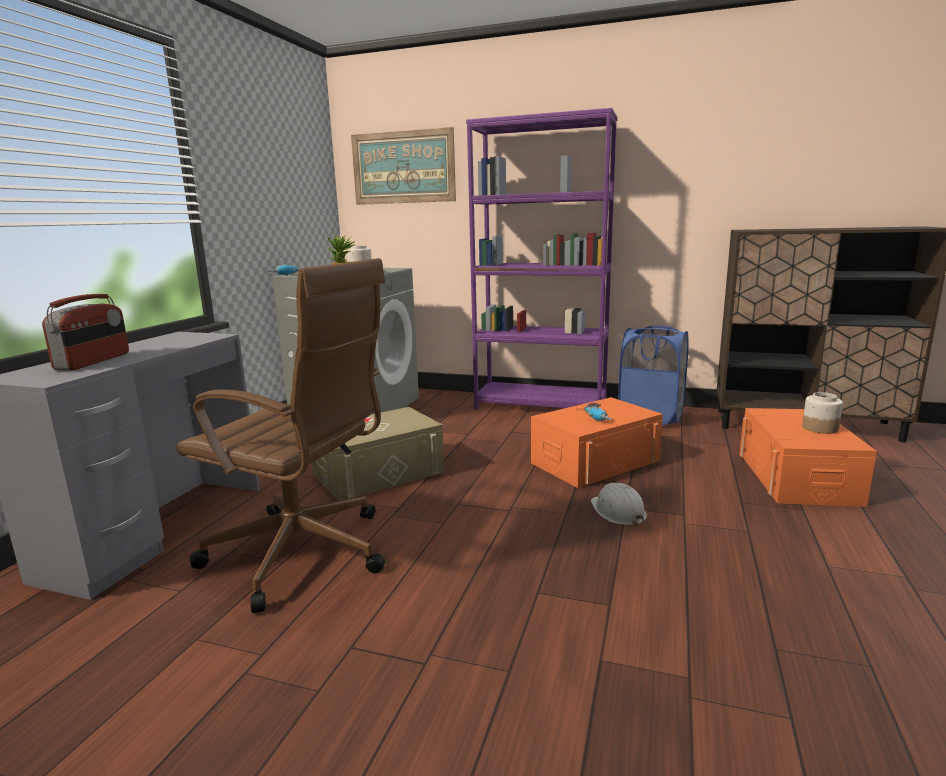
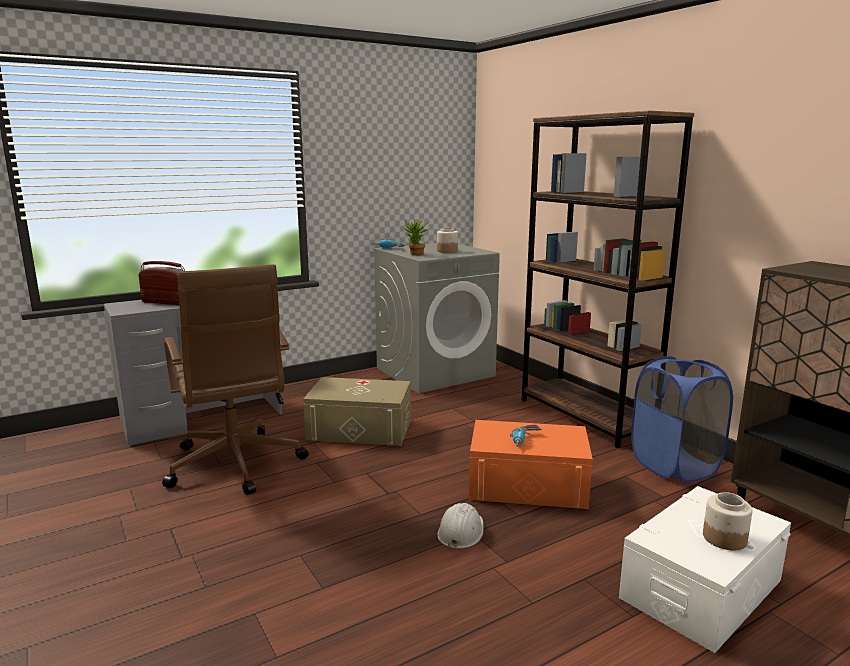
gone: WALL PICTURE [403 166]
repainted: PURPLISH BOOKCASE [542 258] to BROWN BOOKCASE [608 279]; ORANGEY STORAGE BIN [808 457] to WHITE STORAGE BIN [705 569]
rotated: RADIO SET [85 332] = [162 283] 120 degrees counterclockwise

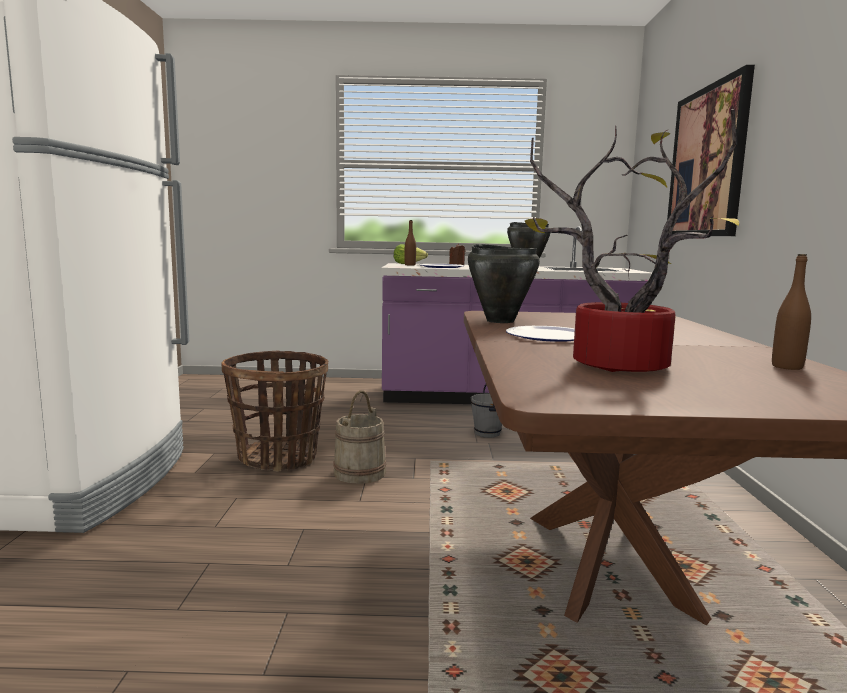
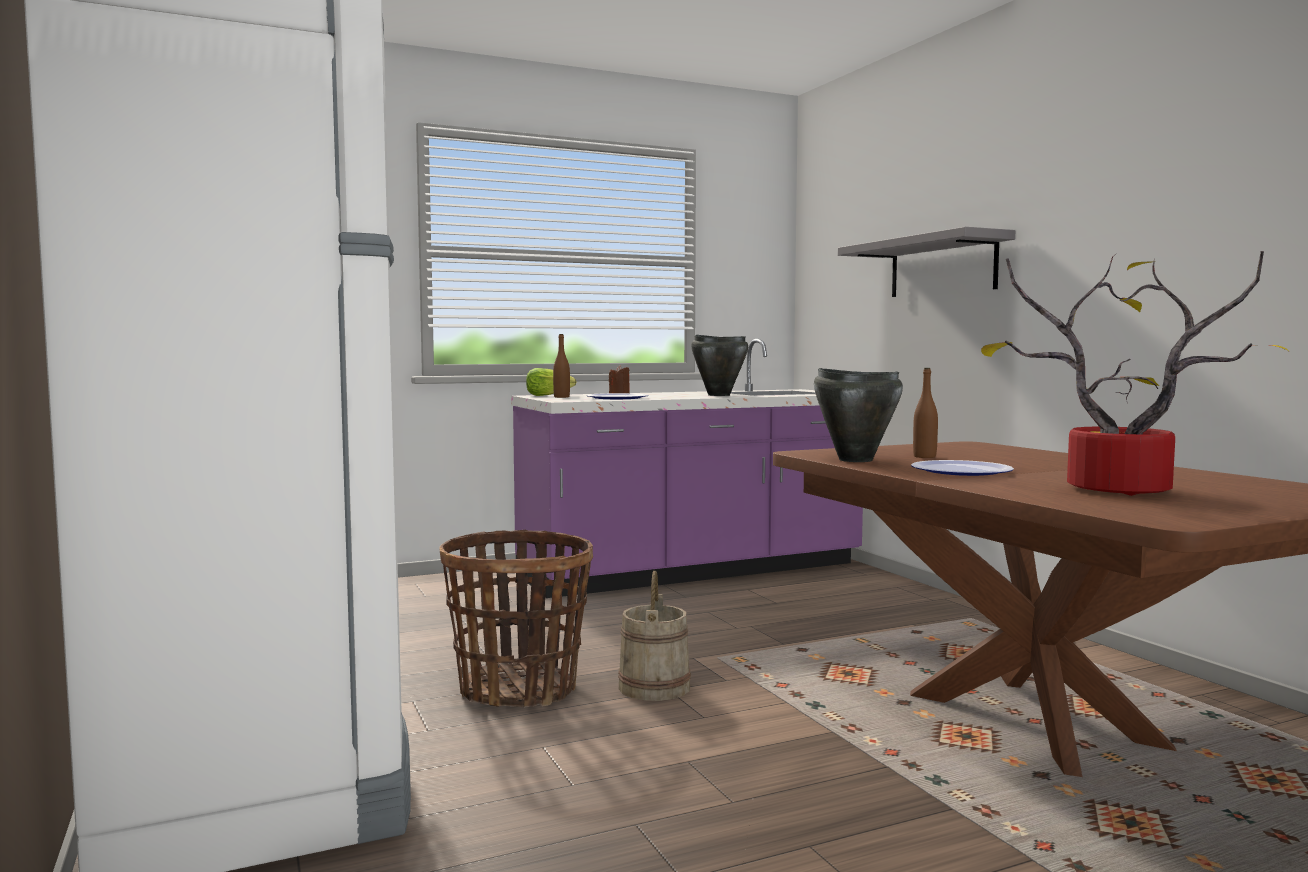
gone: GREY BUCKET [486 411]
shifted: BROWN BEVERAGE BOTTLE [791 312] to [925 413]
swapped: WALL PICTURE [711 150] to GREY SHELF [926 262]

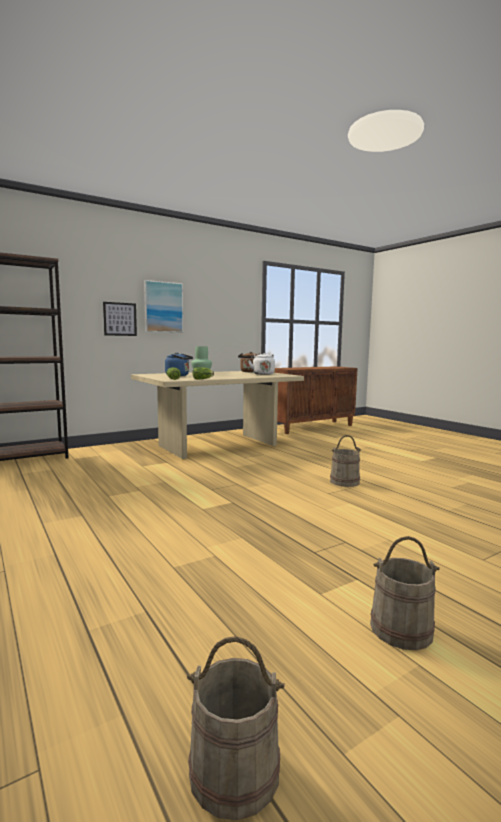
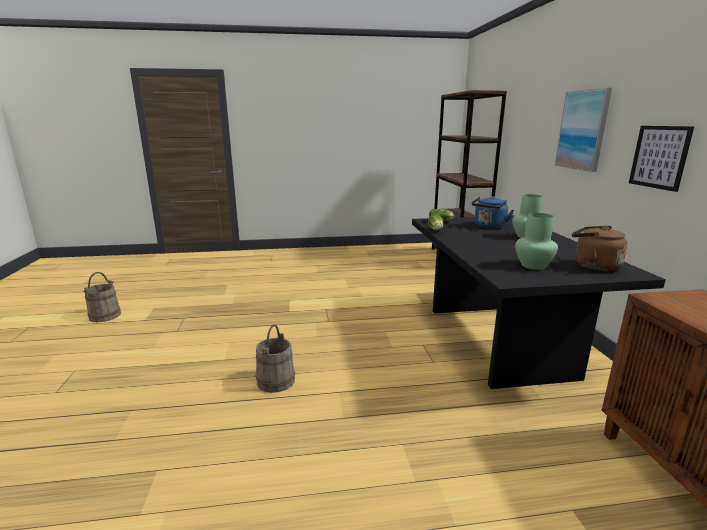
gone: BEIGE-COLOURED BUCKET [236 728]
shifted: WALL PICTURE [120 319] to [661 159]
swapped: WHITE KETTLE [261 364] to GREEN-COLOURED DECORATIVE VASE [536 241]
repainted: BEIGE-COLOURED DINNER TABLE [217 415] to BLACK DINNER TABLE [539 302]

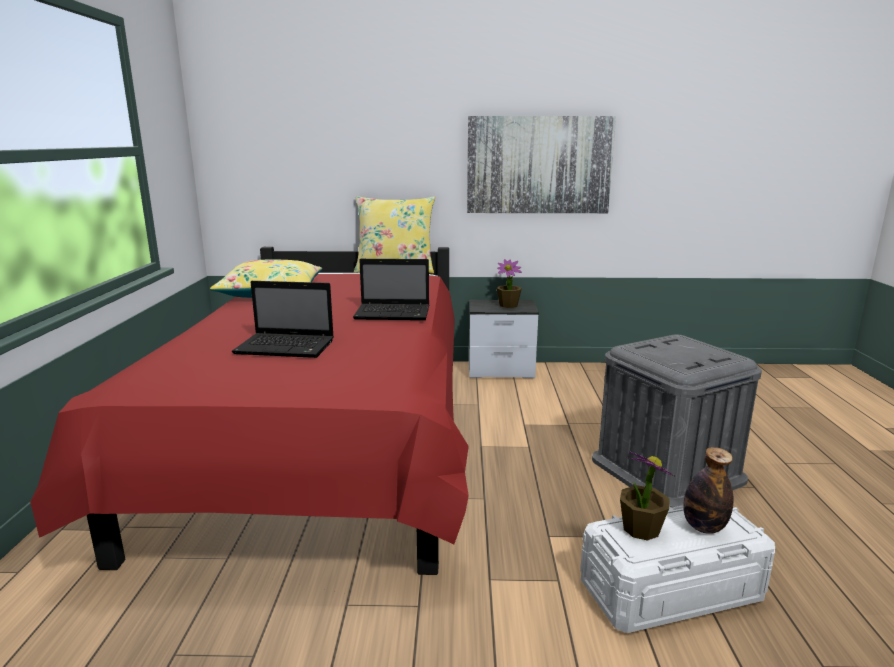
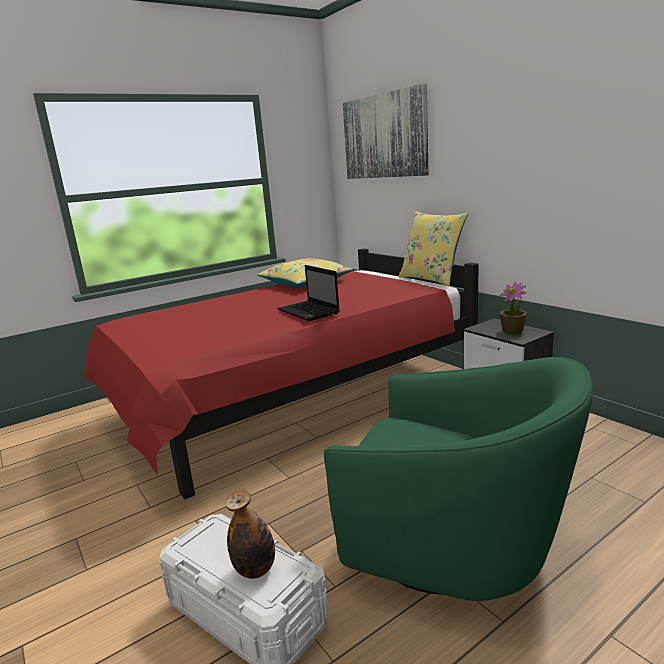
gone: PORTABLE COMPUTER [283 319]; HOUSEPLANT [647 496]
shifted: WALL PICTURE [541 164] to [386 131]
swapped: GREY STORAGE BIN [677 421] to GREEN-COLOURED ARMCHAIR [458 479]

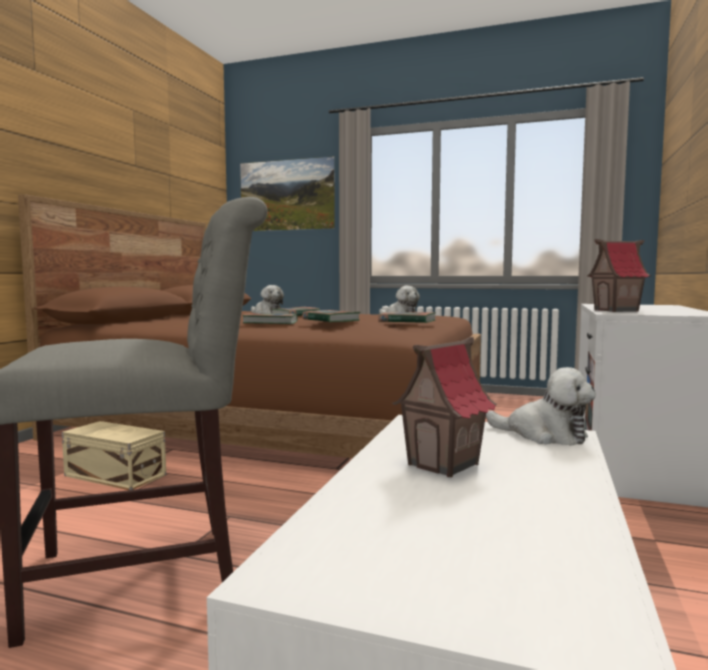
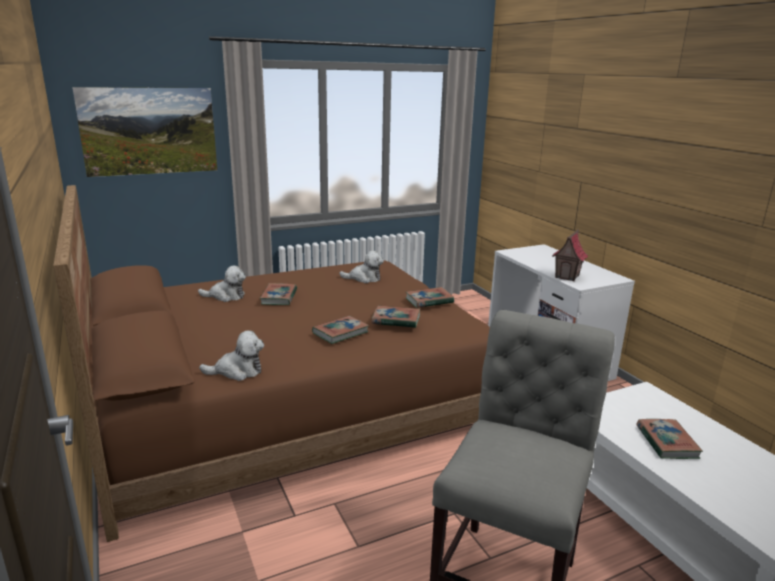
gone: BEIGE-COLOURED STORAGE BIN [114 455]
shifted: CUDDLY TOY [541 406] to [231 355]
swapped: TOY HOUSE [444 407] to BOUND BOOK [670 439]

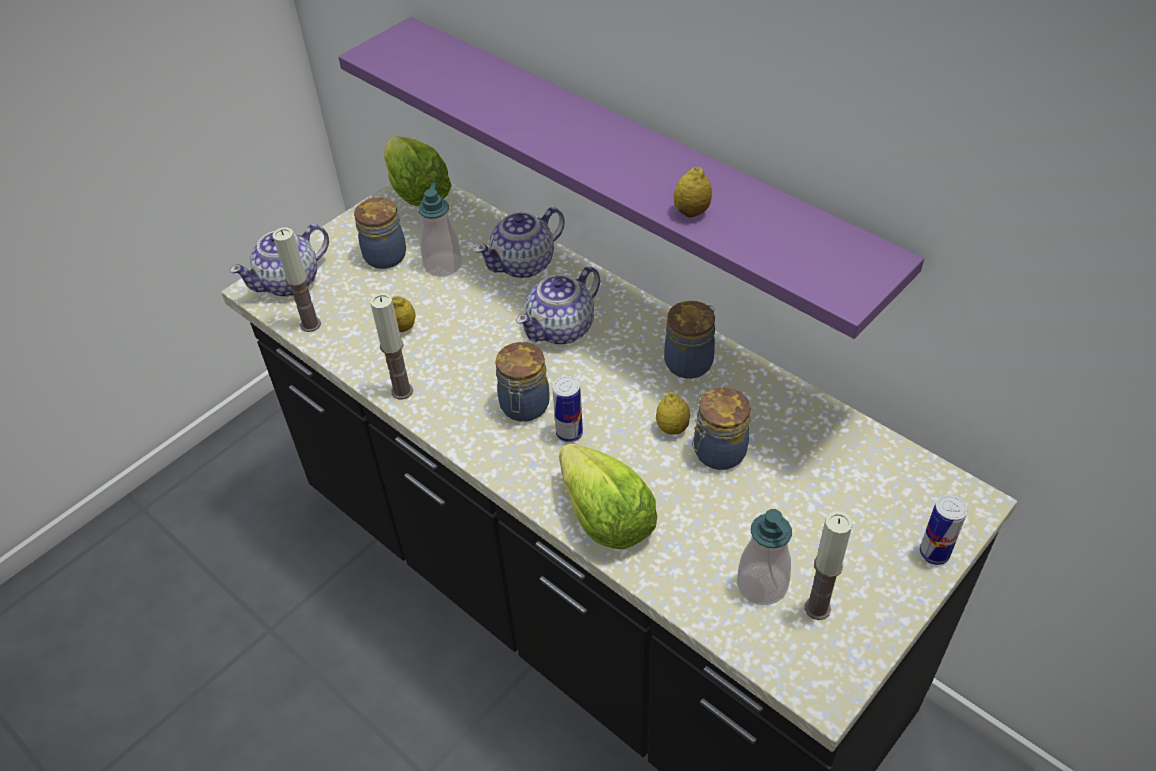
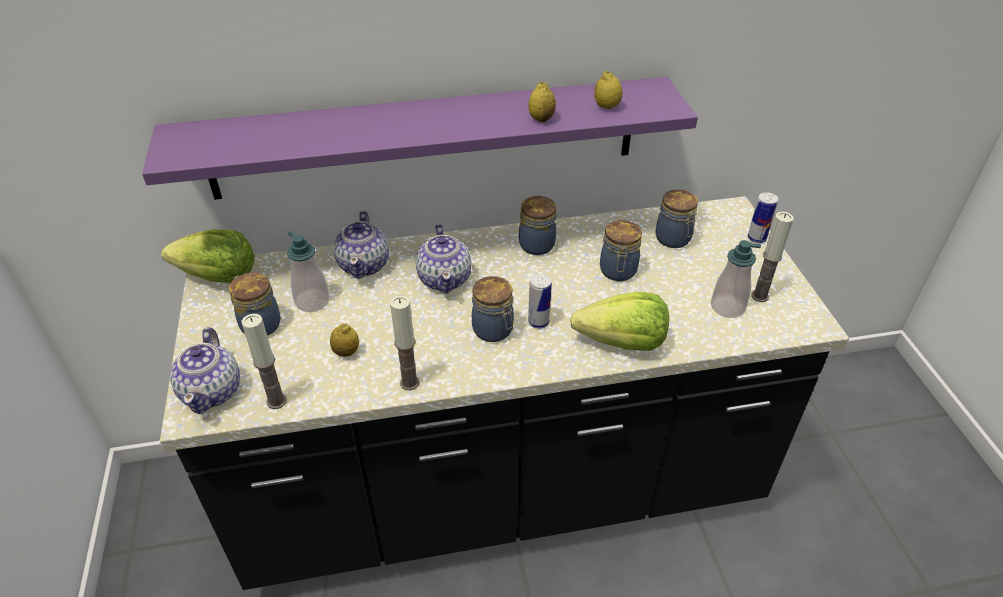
new: STORAGE JAR [676 219]
shifted: LEMON [673 413] to [608 90]

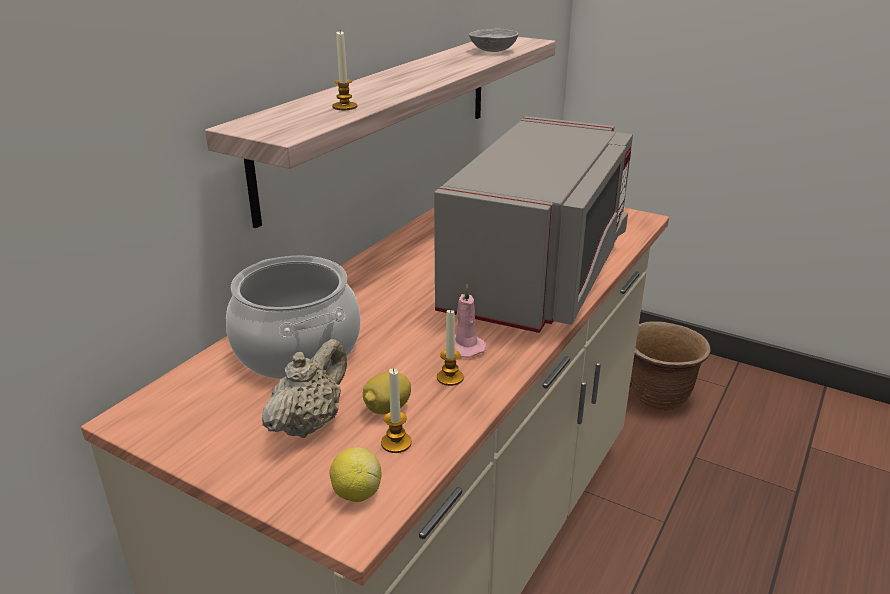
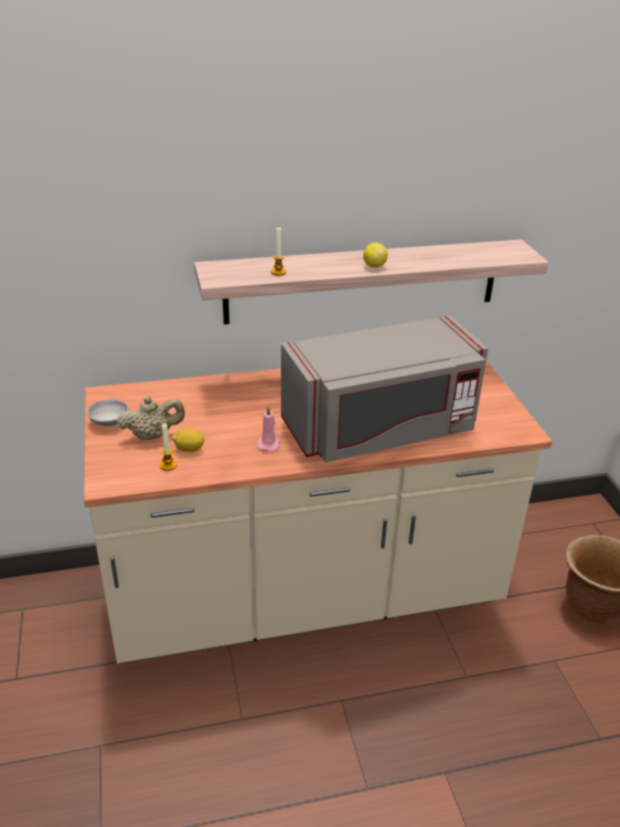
gone: STOCKPOT [293 317]; WAX CANDLE [450 347]
shifted: LEMON [355 474] to [375 255]; GREY BOWL [494 40] to [107 412]

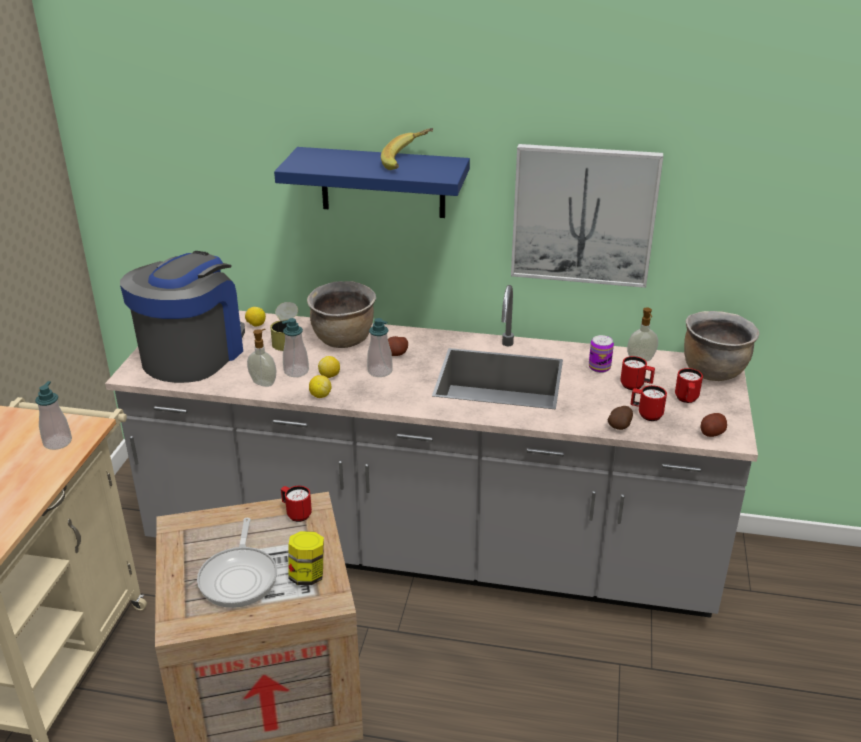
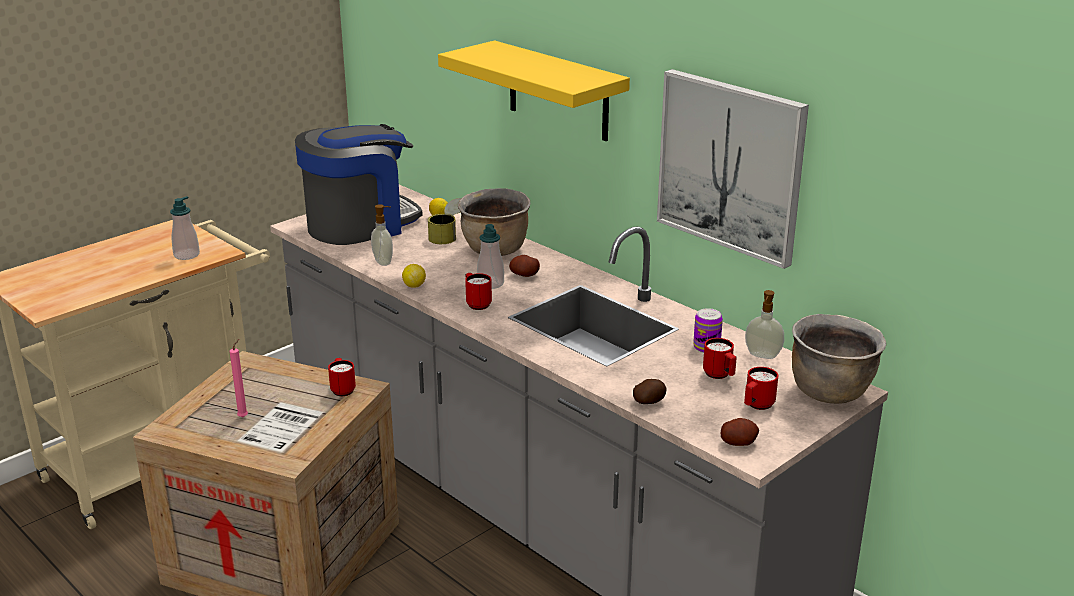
gone: SOAP DISPENSER [295 347]; STORAGE JAR [306 558]; LEMON [329 367]; WHOLE BANANA [407 149]
shifted: REDDISH COFFEE MUG [648 403] to [478 291]
swapped: PAN [237 563] to PINK-COLOURED WAX CANDLE [239 378]
repainted: BLUISH SHELF [372 182] to YELLOWISH SHELF [534 90]

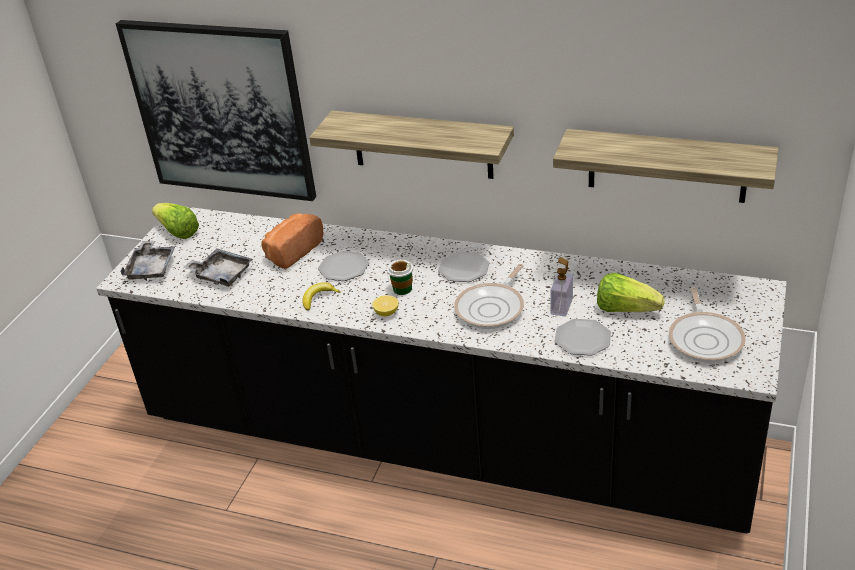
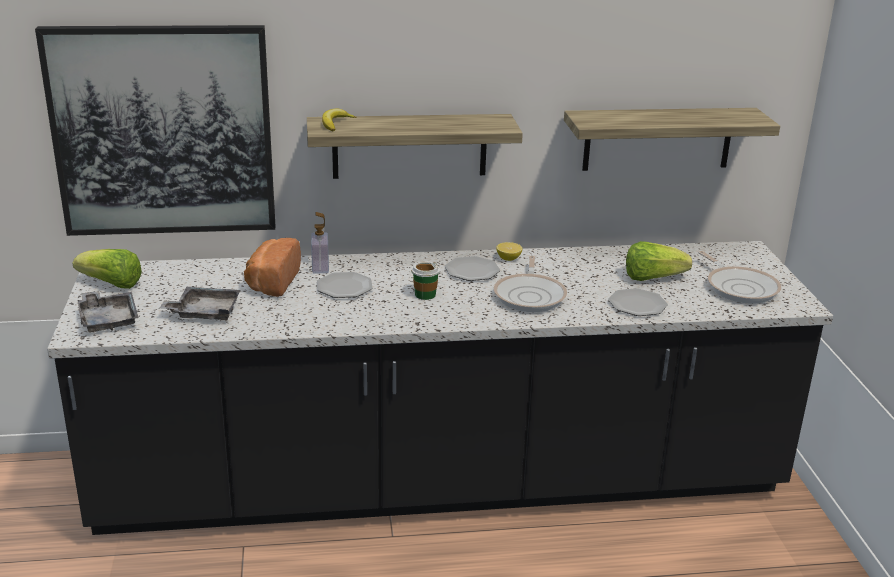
shifted: WHOLE BANANA [321 296] to [339 120]; LEMON [385 305] to [509 251]; SOAP DISPENSER [561 287] to [320 243]

